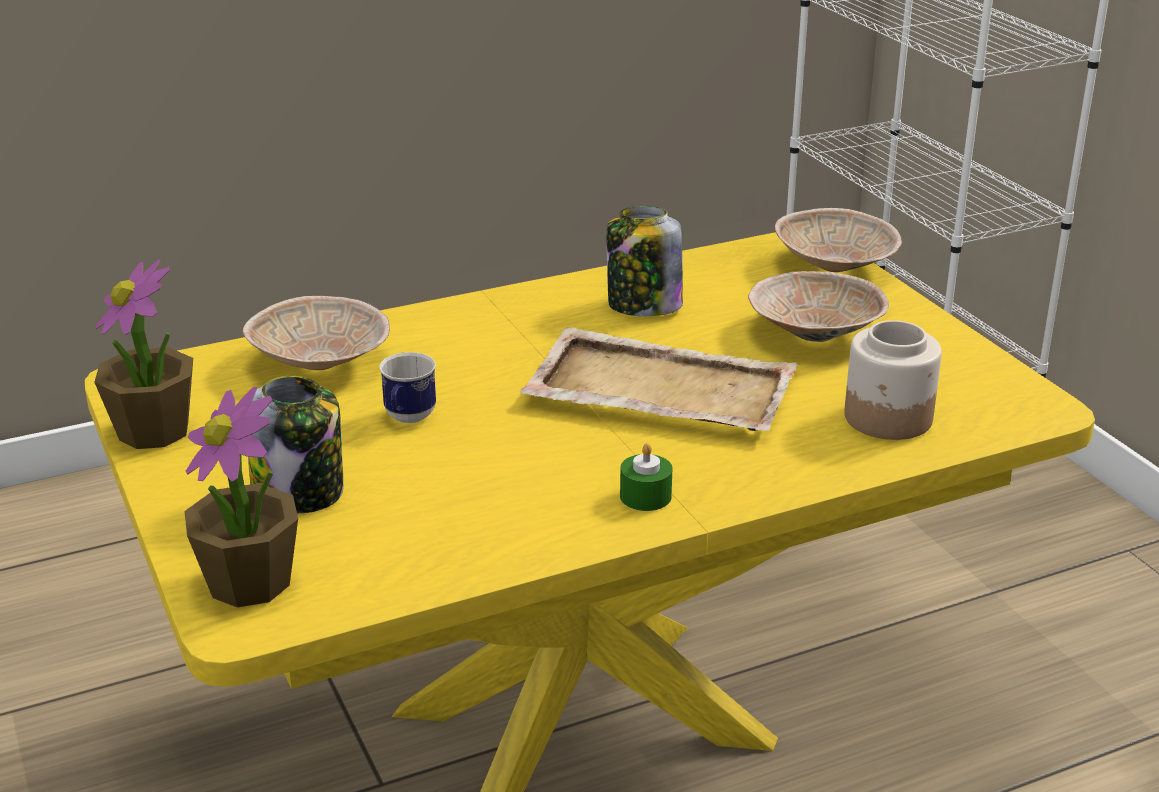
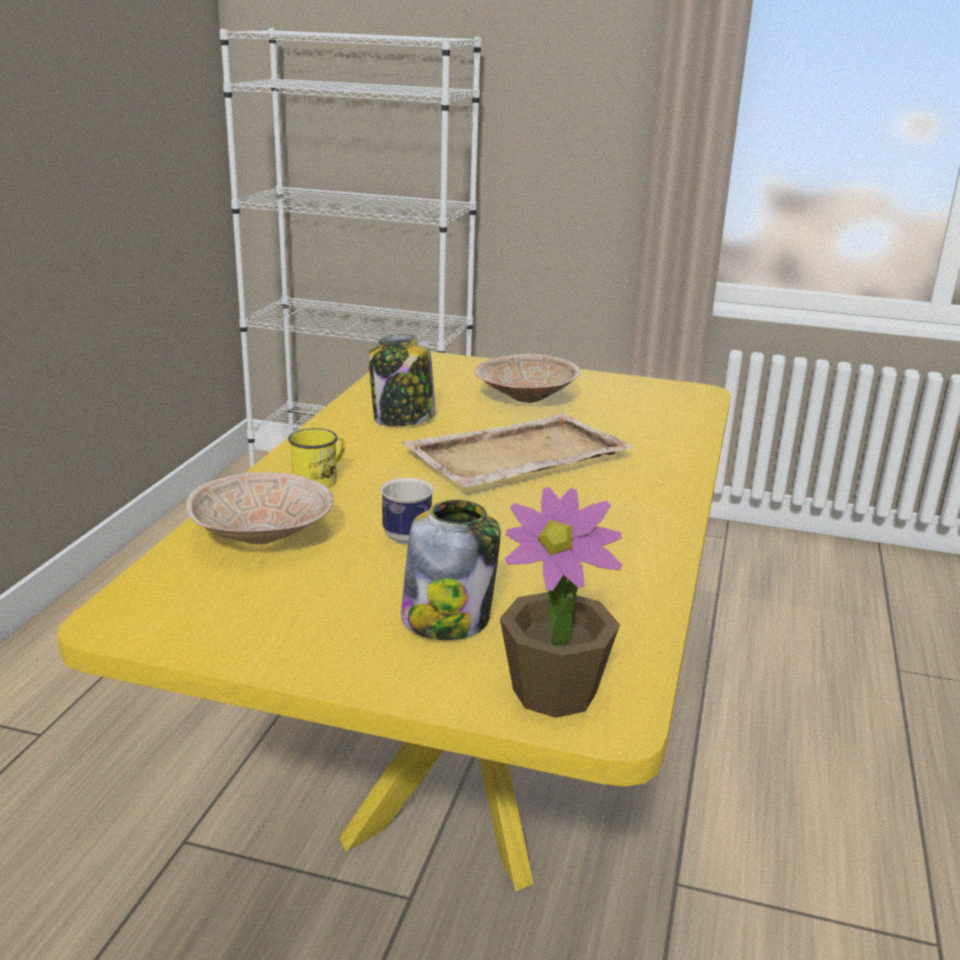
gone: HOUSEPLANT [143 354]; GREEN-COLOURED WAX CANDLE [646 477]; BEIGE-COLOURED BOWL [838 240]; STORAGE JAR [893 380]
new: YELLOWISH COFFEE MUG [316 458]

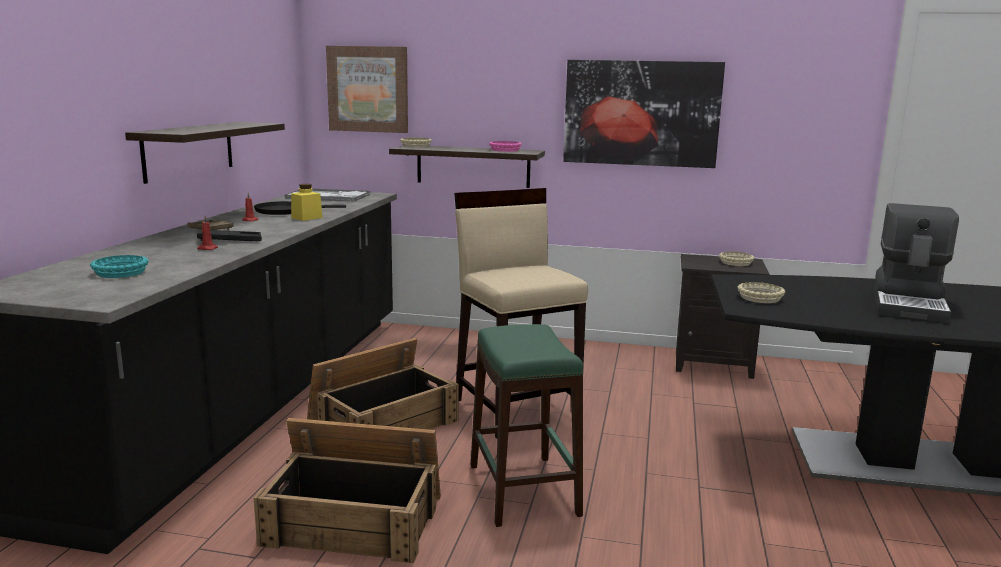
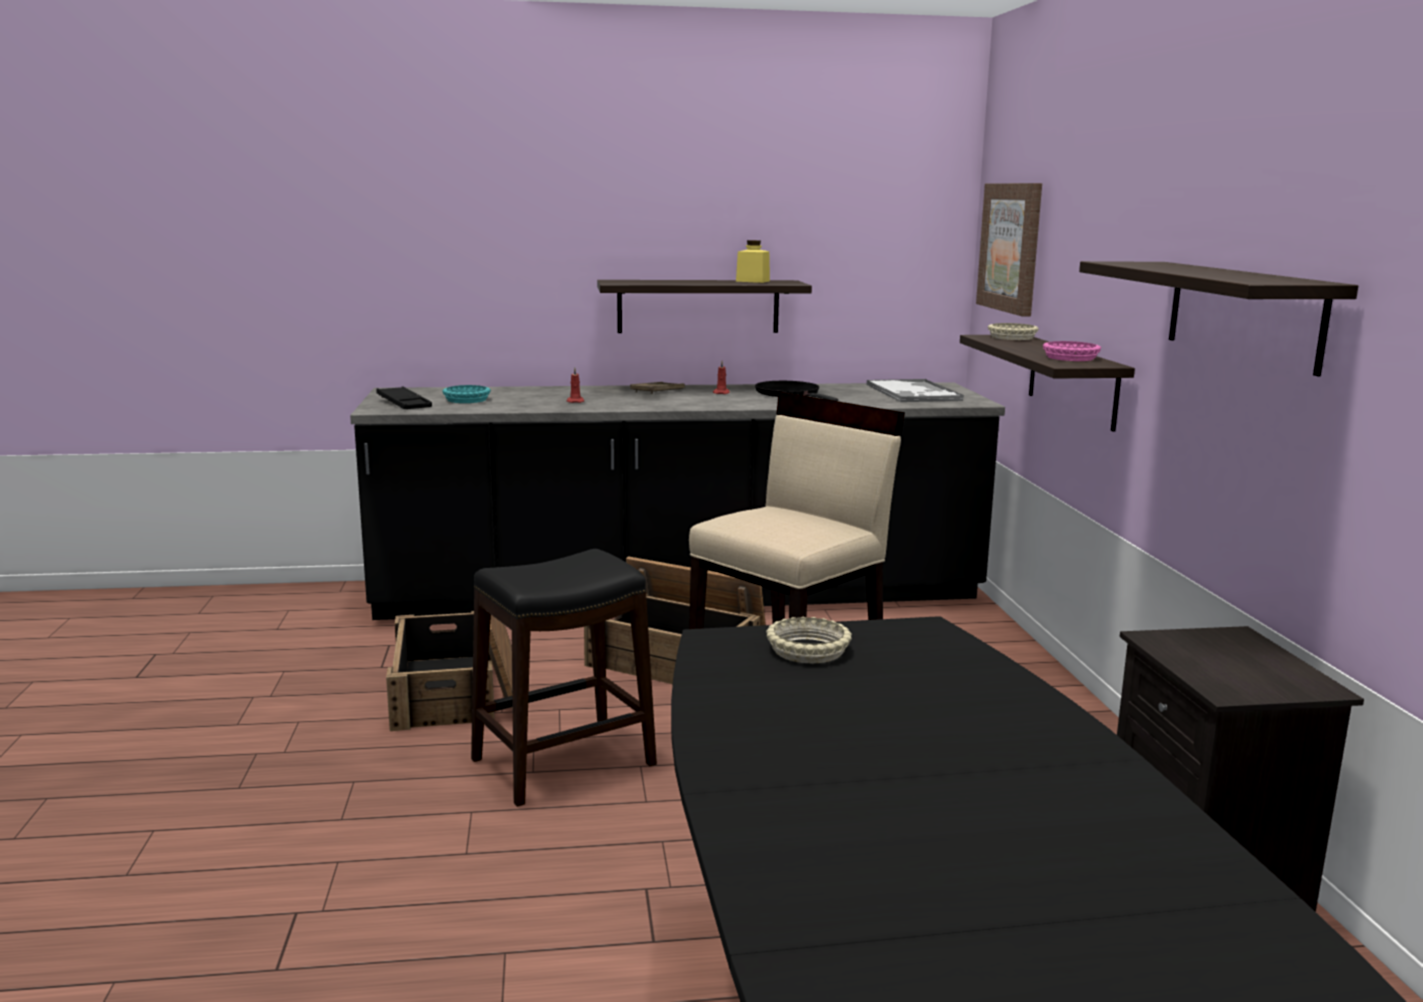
gone: BEIGE-COLOURED BOWL [736 259]; COFFEE BREWER [916 263]
shifted: BLACK CARRYING TRAY [229 235] to [404 398]; YELLOWISH STORAGE JAR [307 202] to [753 261]
swapped: WALL PICTURE [644 114] to SHELF [1218 318]
repainted: GREEN-COLOURED SITTING STOOL [527 425] to BLACK SITTING STOOL [564 678]

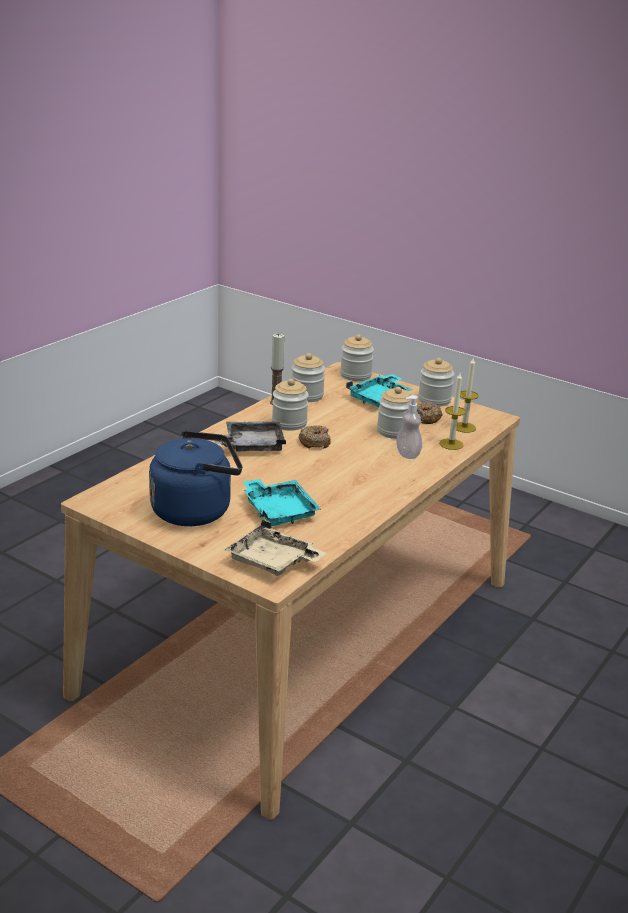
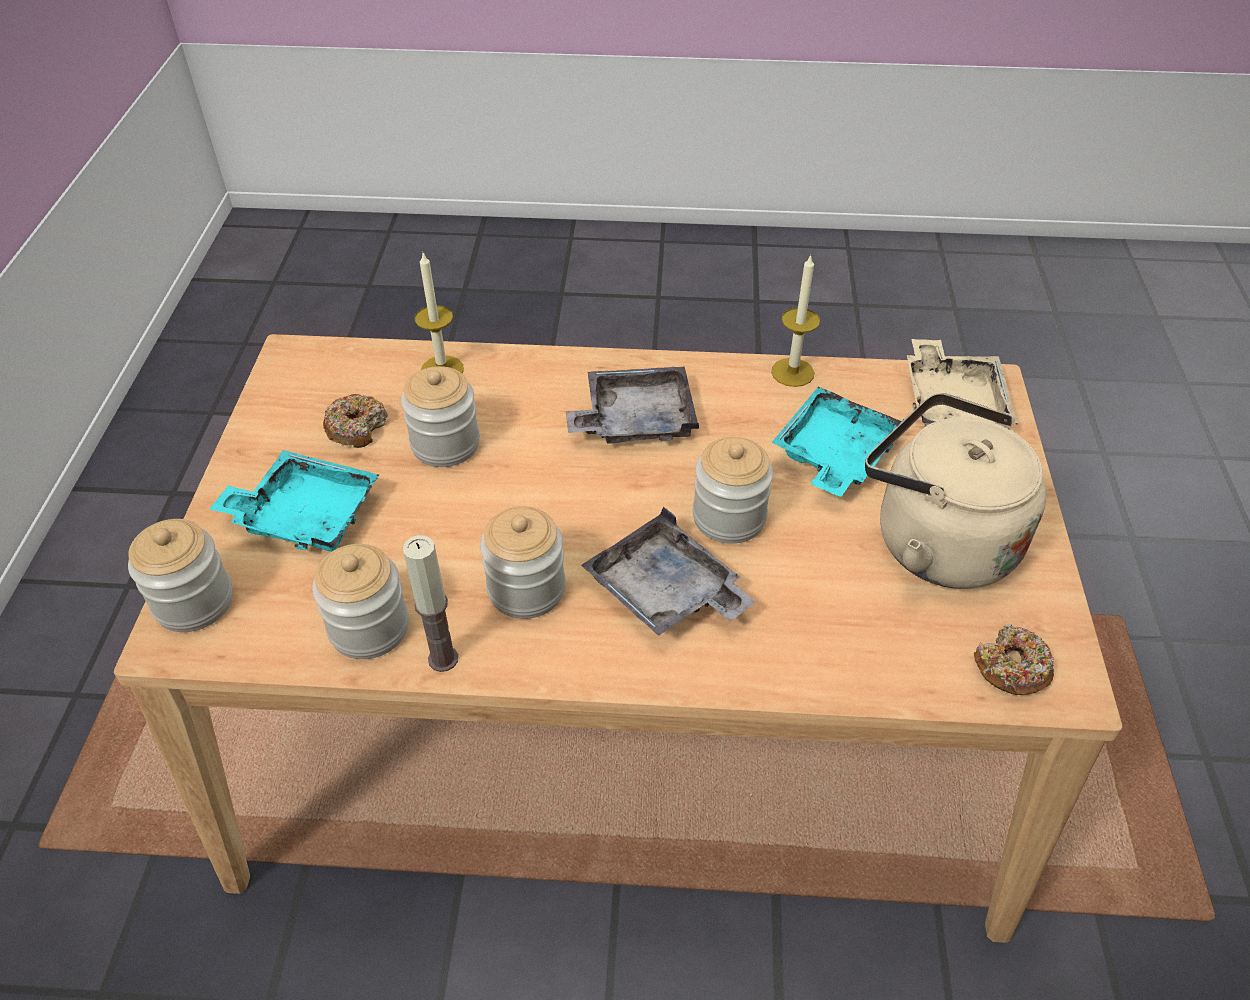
gone: SOAP DISPENSER [409 427]
new: GREY CARRYING TRAY [632 405]
shifted: RING DOUGHNUT [315 437] to [1014 659]; STORAGE JAR [436 382] to [733 490]; WAX CANDLE [467 395] to [795 320]
repainted: BLUISH KETTLE [195 478] to BEIGE-COLOURED KETTLE [955 491]

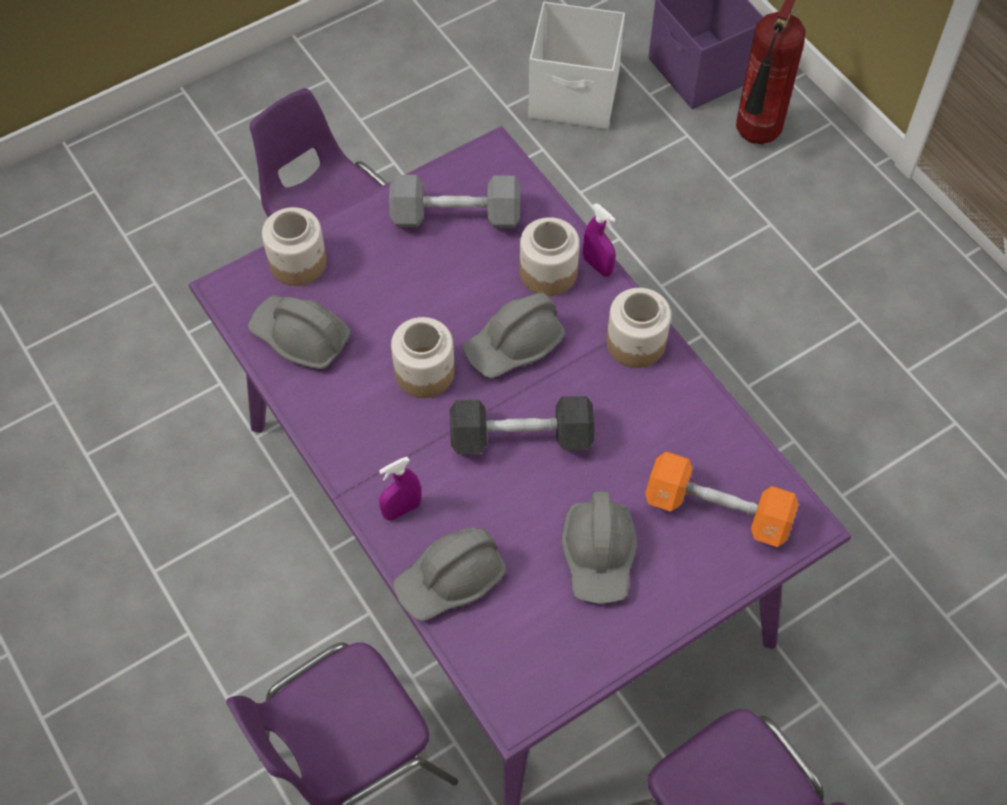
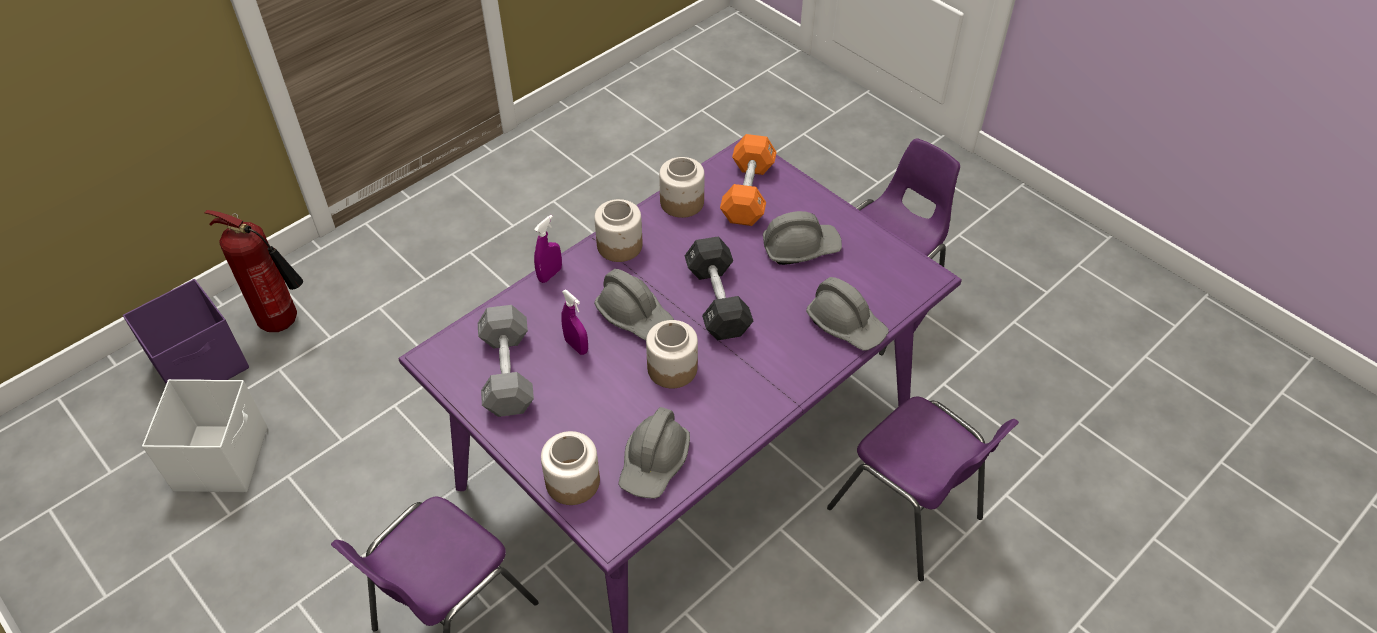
shifted: PURPLISH HAND SPRAYER [400 489] to [574 322]; STORAGE JAR [550 256] to [682 187]

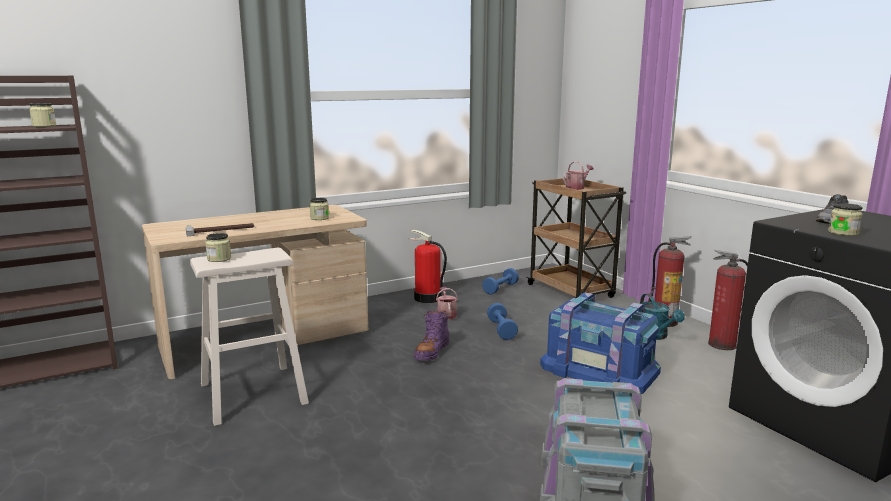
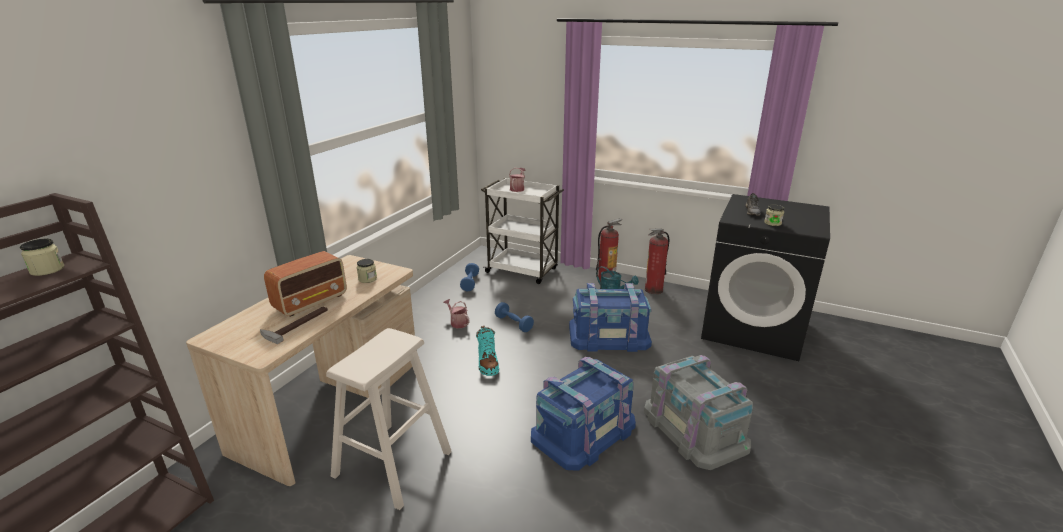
gone: STORAGE JAR [218 247]; FIRE EXTINGUISHER [428 266]
new: RADIO SET [305 284]; BLUISH STORAGE BIN [583 413]
repainted: PURPLISH TALL BOOT [431 335] to TURQUOISE TALL BOOT [487 351]; BROWN CART [576 238] to WHITE CART [522 231]

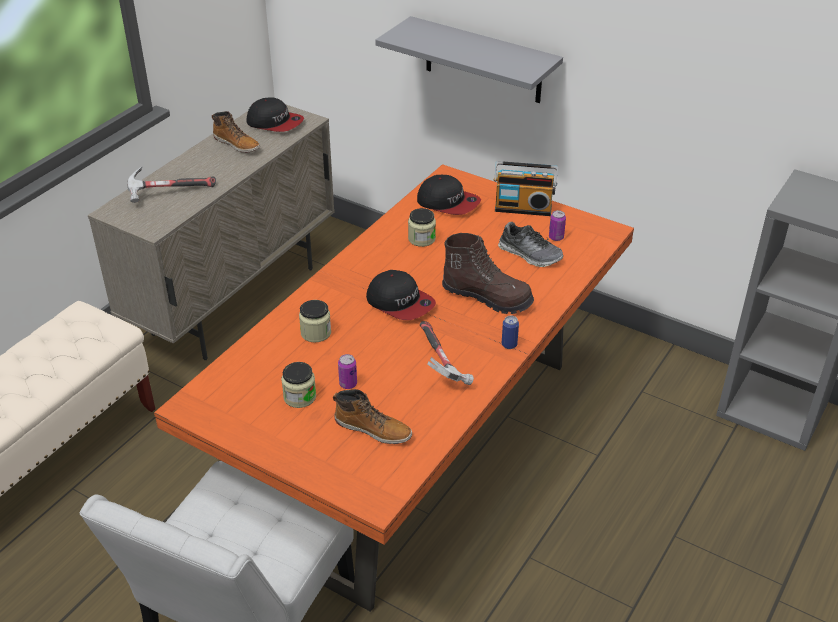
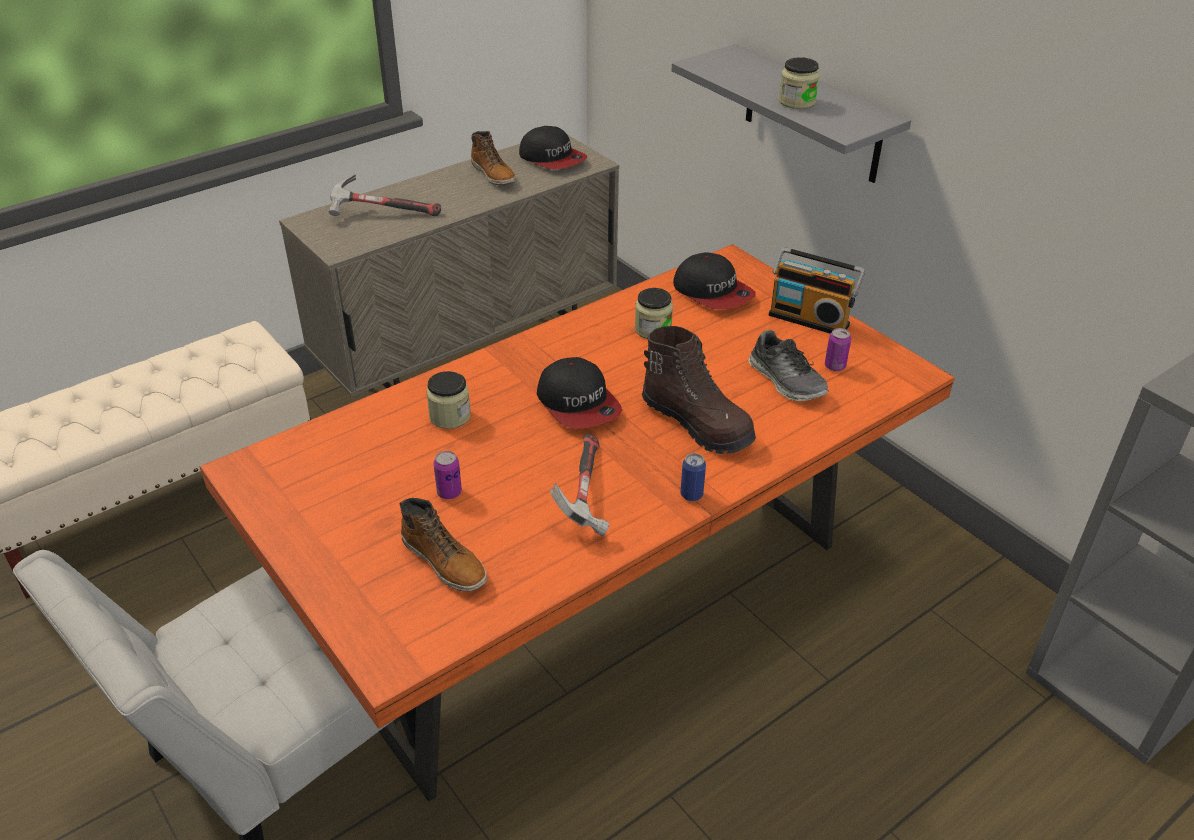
shifted: STORAGE JAR [298 385] to [799 83]

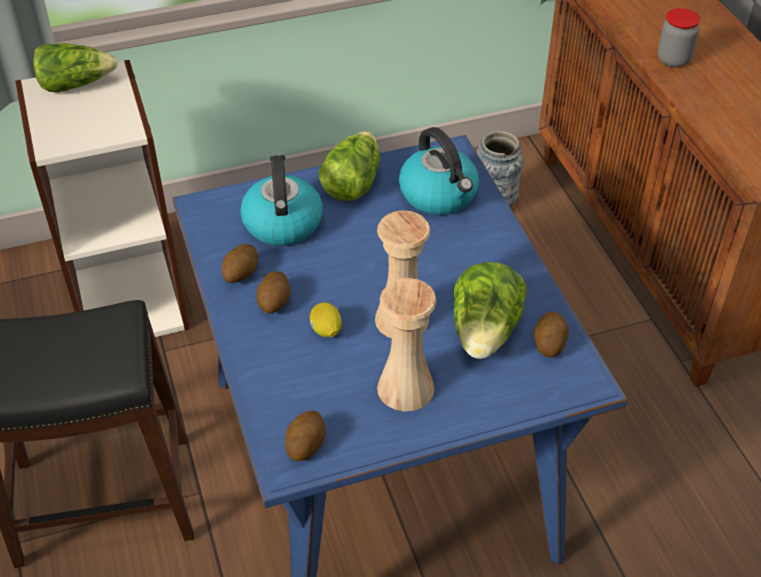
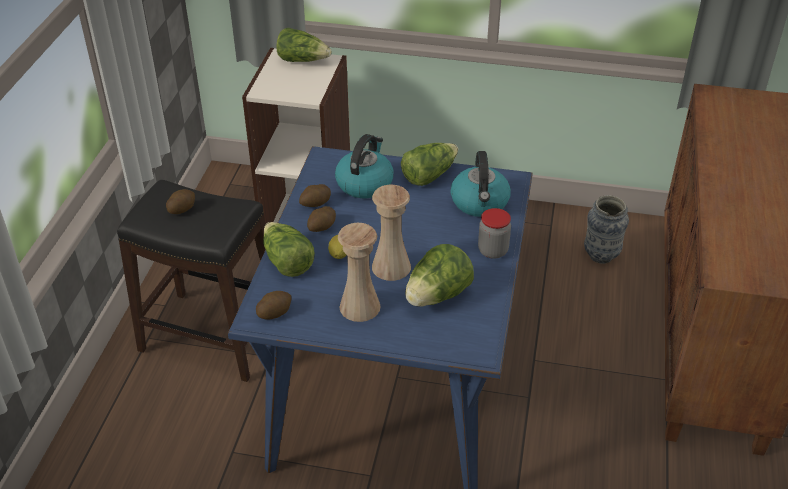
new: HEAD OF LETTUCE [289 249]
shifted: POTATO [551 334] to [180 201]; STORAGE JAR [679 37] to [494 233]

